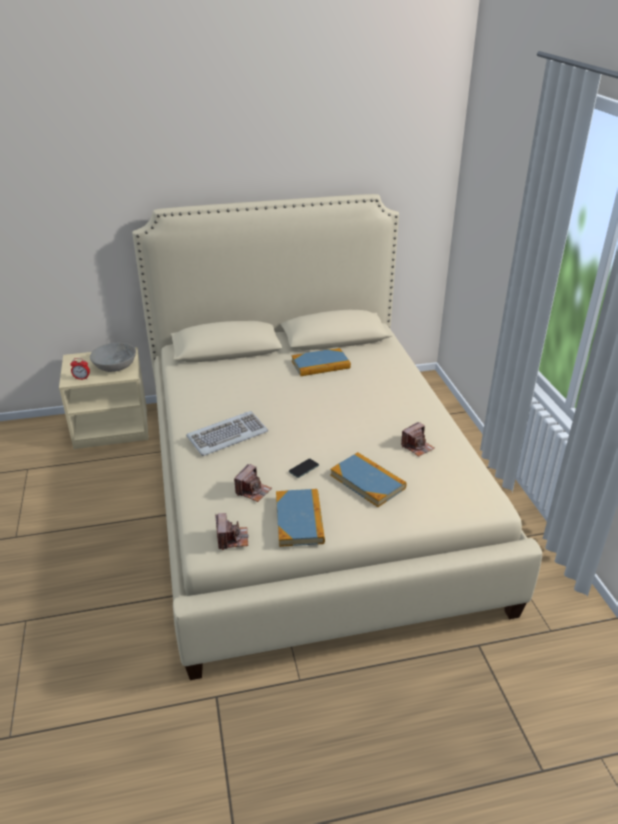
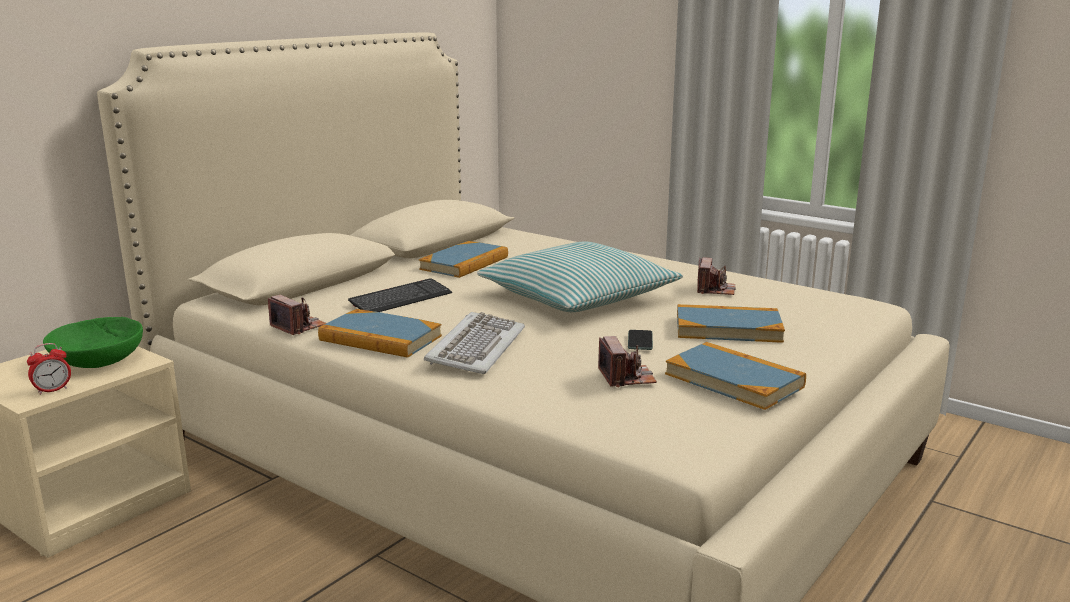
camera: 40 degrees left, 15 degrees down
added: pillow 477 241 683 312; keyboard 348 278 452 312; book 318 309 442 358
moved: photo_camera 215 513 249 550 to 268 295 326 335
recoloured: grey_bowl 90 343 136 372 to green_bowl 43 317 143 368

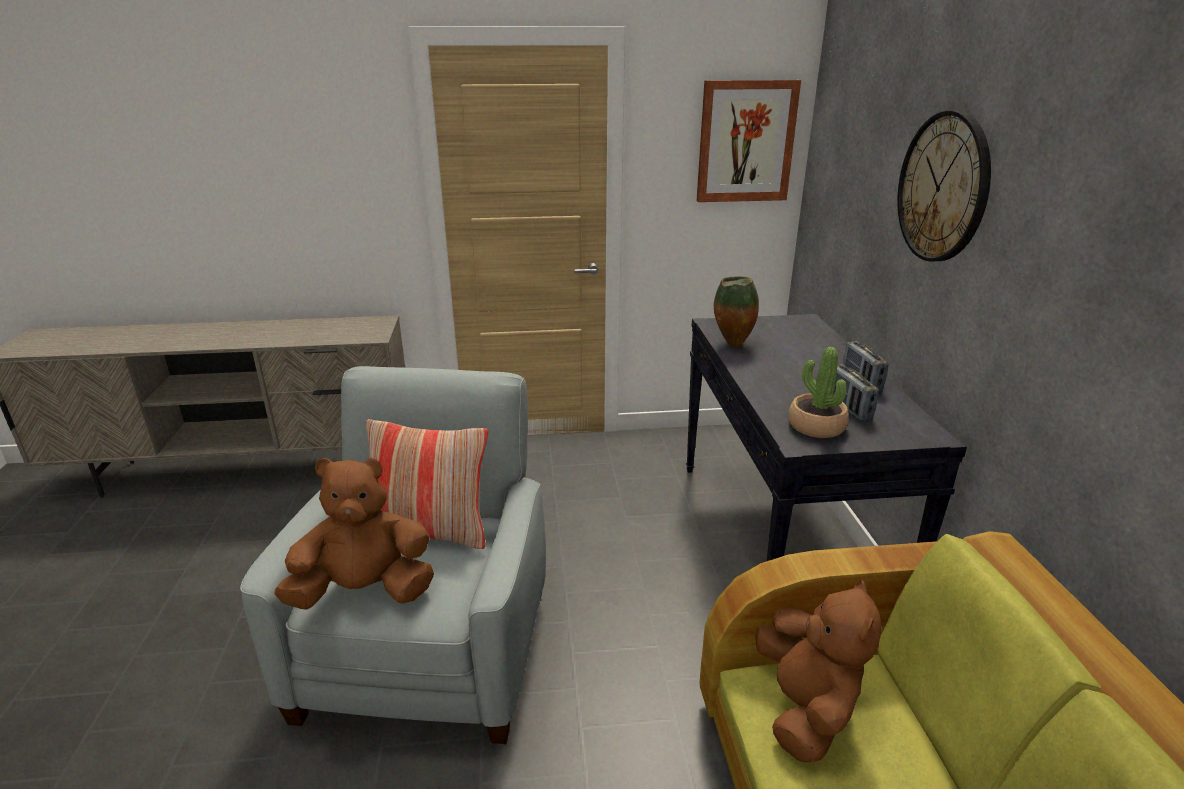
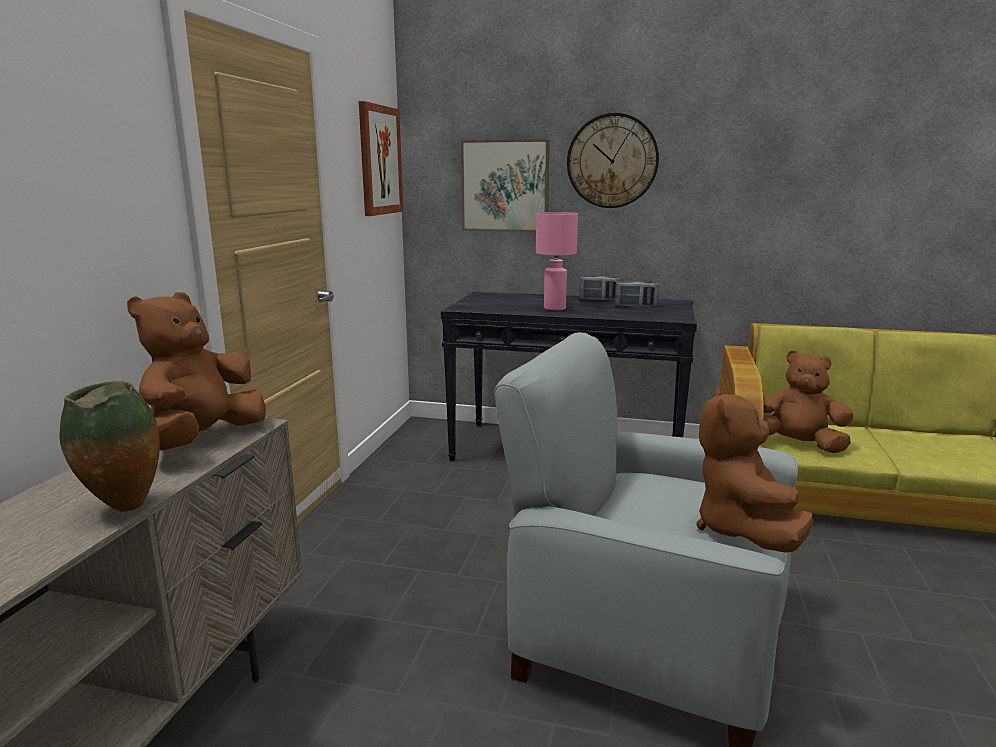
camera: 70 degrees left, 10 degrees down
removed: potted_plant 788 347 849 438; pillow 366 419 488 549
added: picture 461 139 550 232; pink_table_lamp 536 212 578 311; brown_plush_toy 127 292 266 451
moved: vase 714 276 759 347 to 59 381 160 512

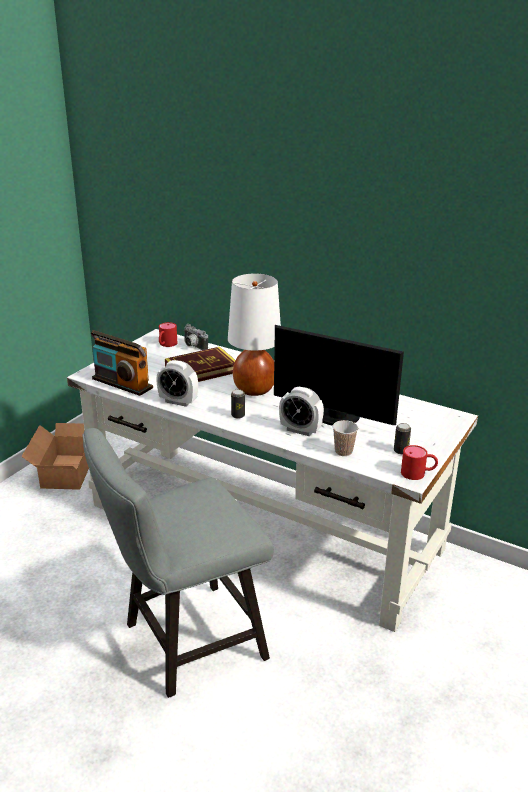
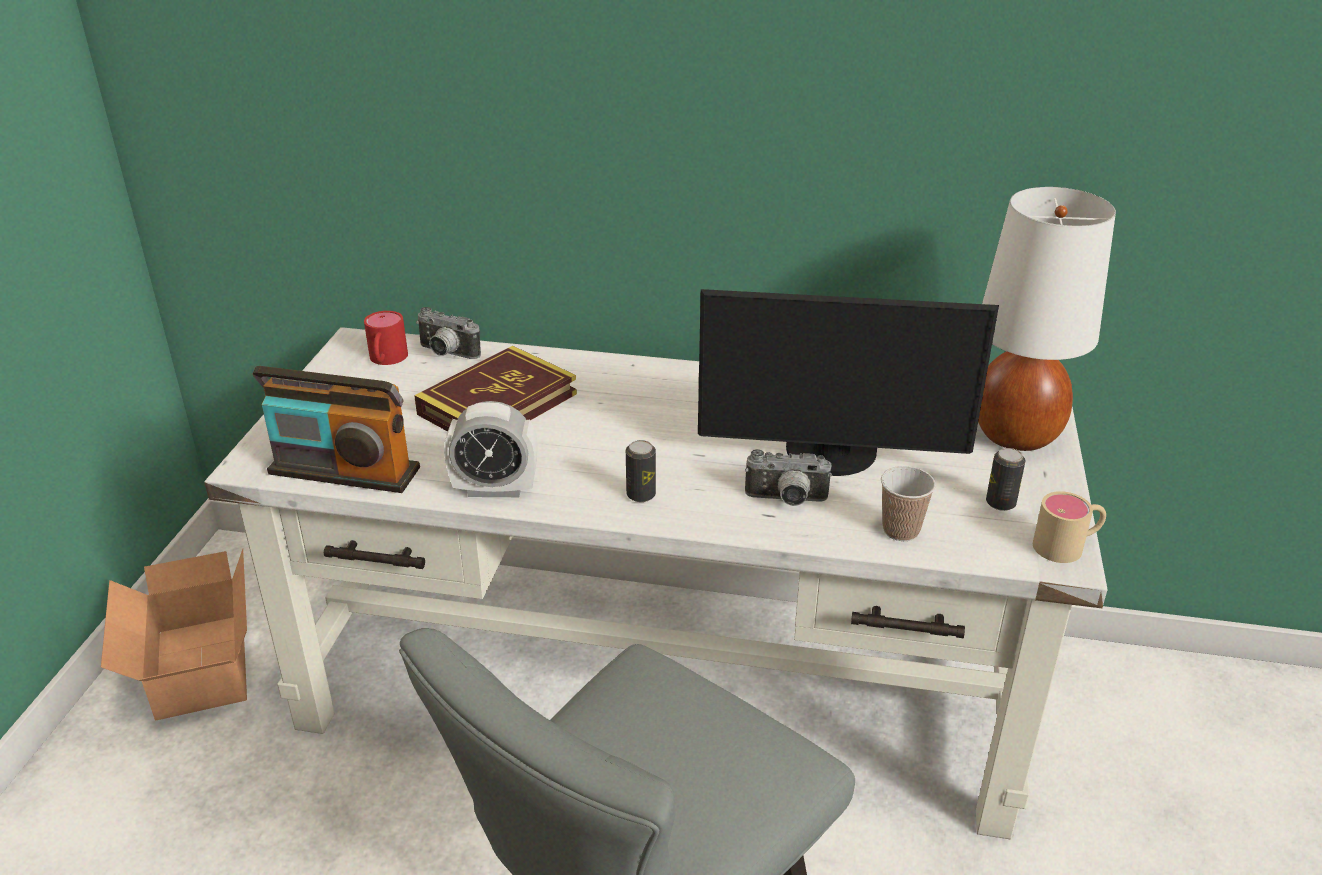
camera: 20 degrees left, 5 degrees up
moved: white_table_lamp 228 273 281 396 to 978 187 1116 451
replaced: alarm_clock 279 387 324 436 to photo_camera 745 449 832 506
recoloured: red_mug 401 445 438 480 to beige_mug 1033 491 1106 563

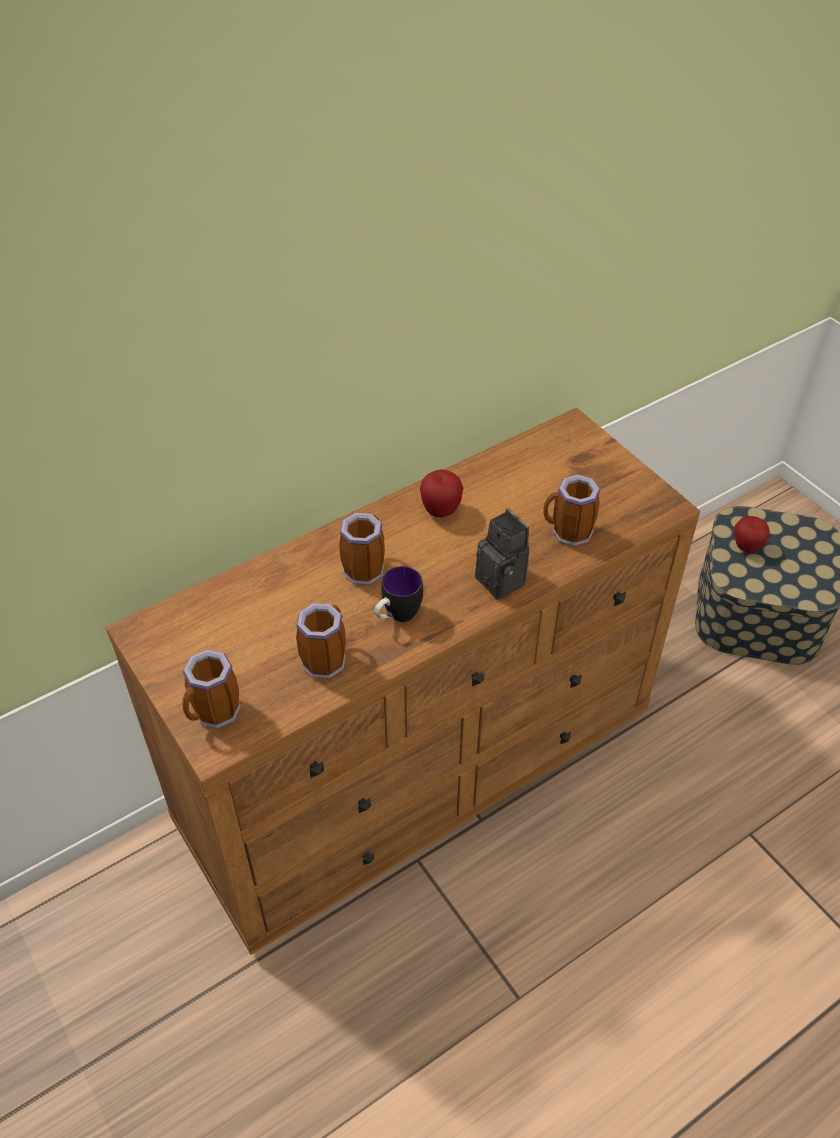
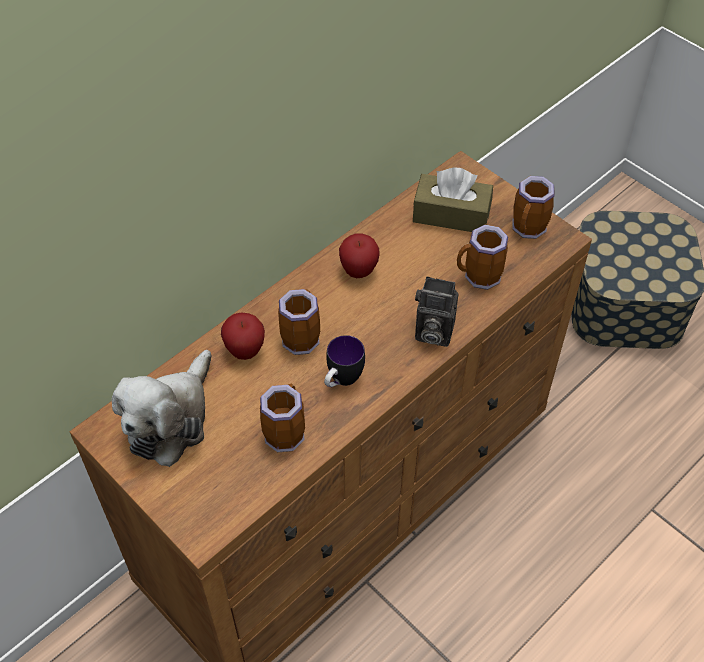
camera: 10 degrees left, 5 degrees up
added: brown_tissue_box 413 167 493 232; plush_toy 112 350 212 467
moved: apple 734 516 770 553 to 221 313 265 360; mug 182 649 241 729 to 513 176 555 239
turned: photo_camera 475 508 529 600 = 415 276 458 347 150 degrees clockwise

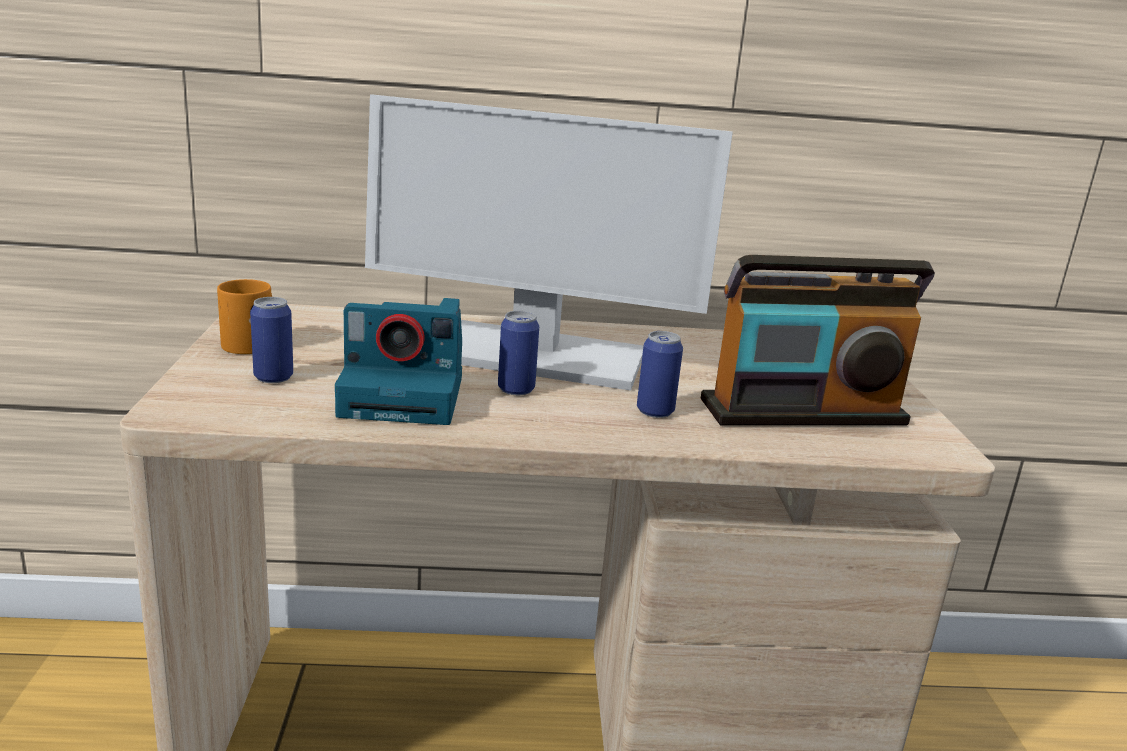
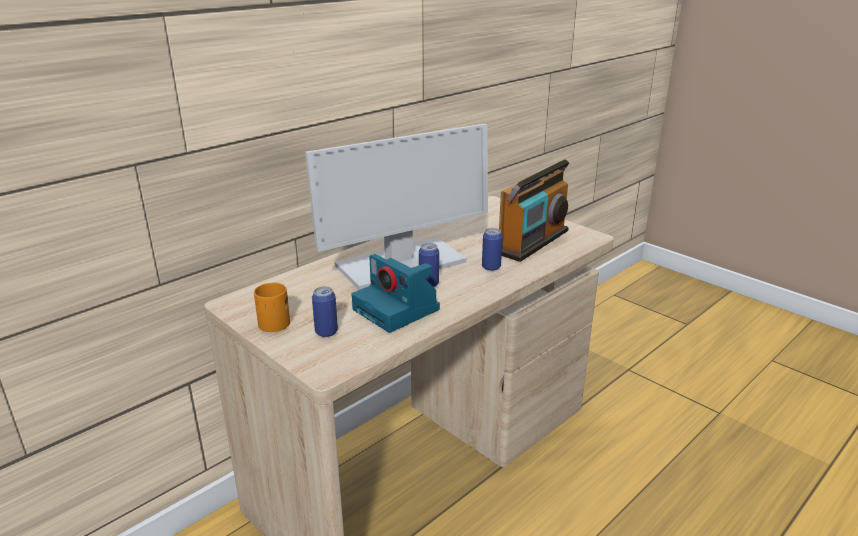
camera: 40 degrees left, 5 degrees up
turned: photo_camera 335 298 462 425 = 352 254 440 333 90 degrees clockwise

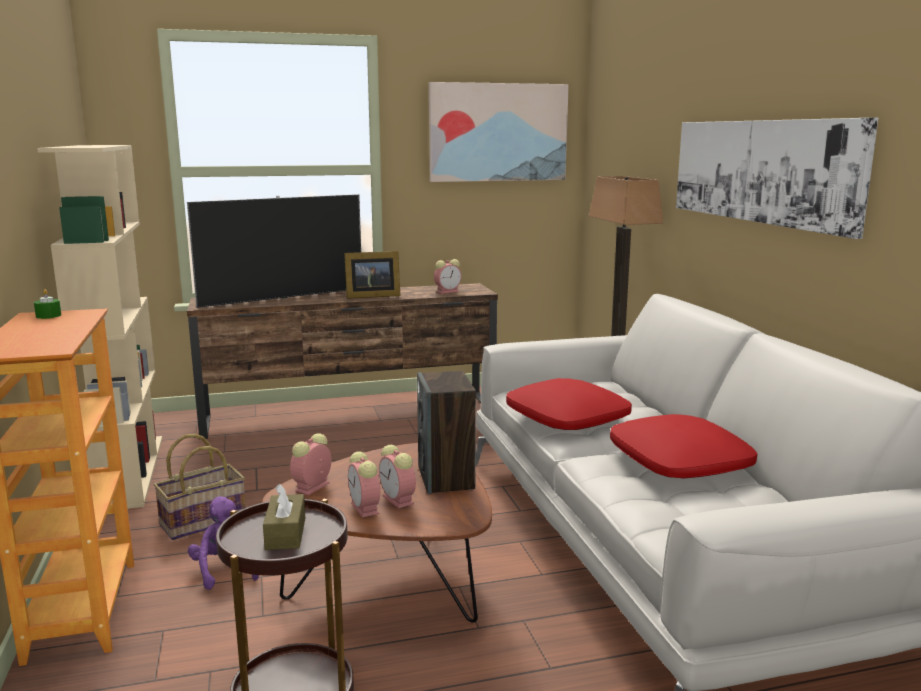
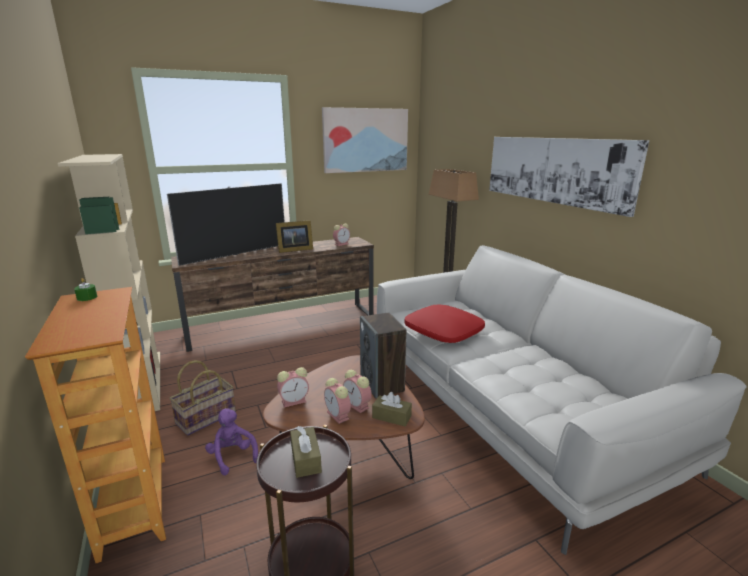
camera: 10 degrees left, 5 degrees up
removed: red_pillow 610 414 757 478
added: brown_tissue_box 372 392 412 426
turned: alarm_clock 290 433 332 495 = 277 367 309 408 135 degrees counterclockwise

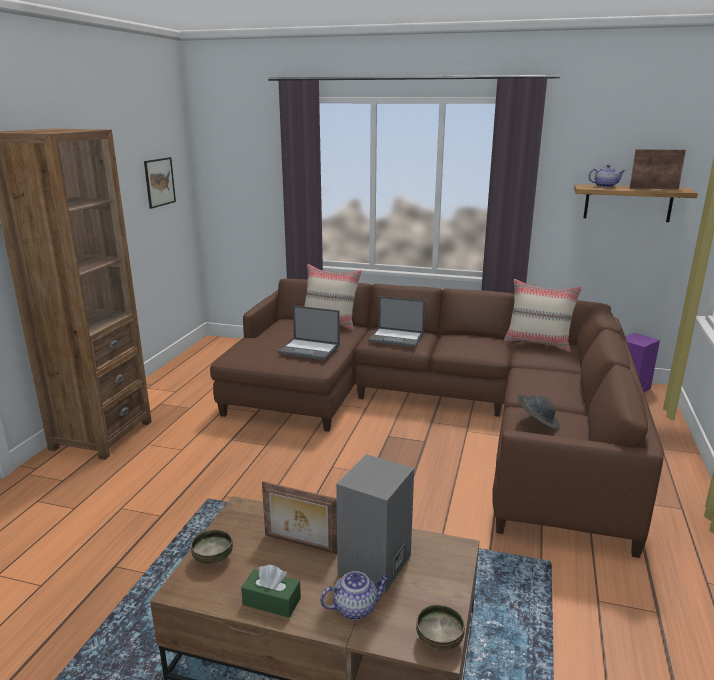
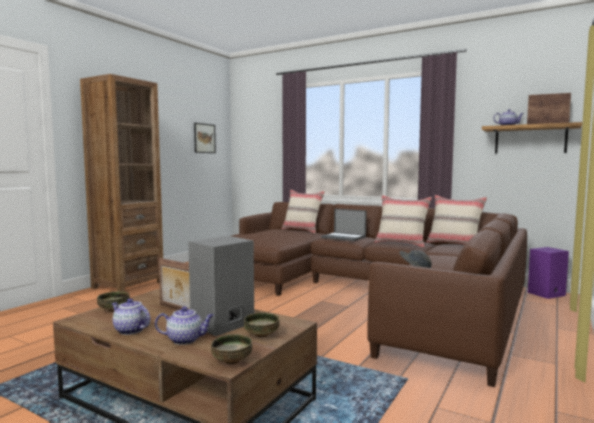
camera: 15 degrees right, 15 degrees down
removed: laptop 278 305 340 360
added: beige_pillow 375 195 432 248; bowl 244 313 280 338
replaced: green_tissue_box 241 565 301 618 to teapot 112 298 151 335

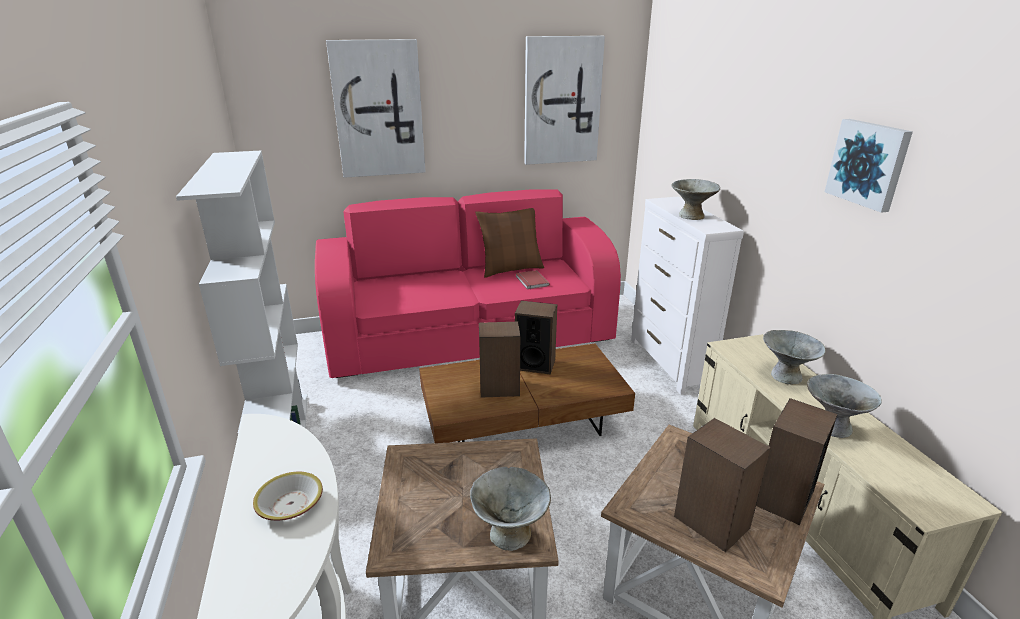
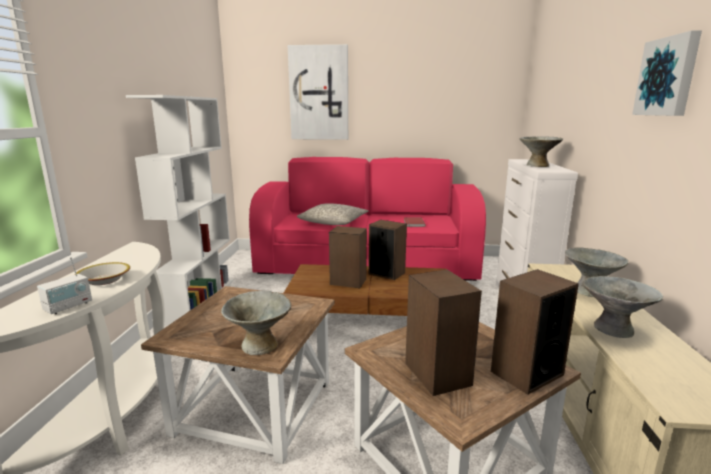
camera: 20 degrees right, 10 degrees down
removed: picture 524 36 605 165; brown_pillow 475 208 544 278
added: grey_pillow 297 203 368 225; radio 37 257 92 314

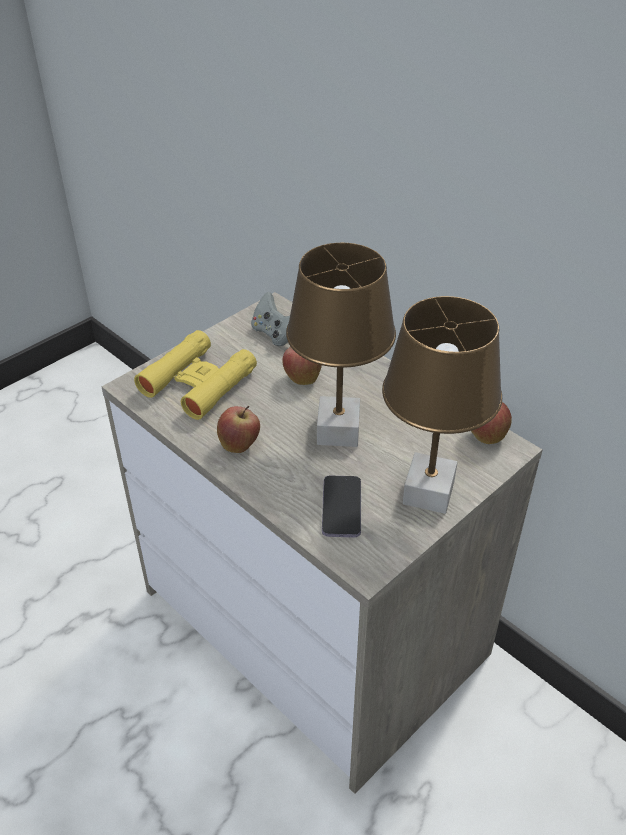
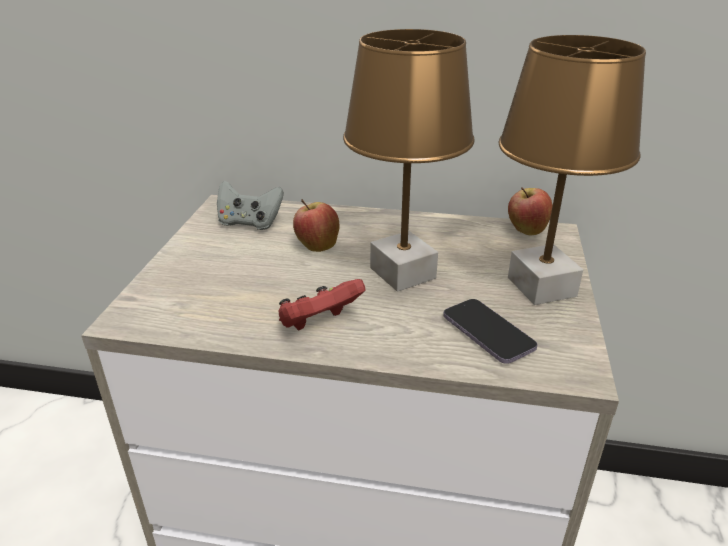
camera: 35 degrees left, 10 degrees down
removed: yellow_binoculars 134 330 257 420
replaced: apple 217 406 260 453 to red_game_controller 279 279 366 330

